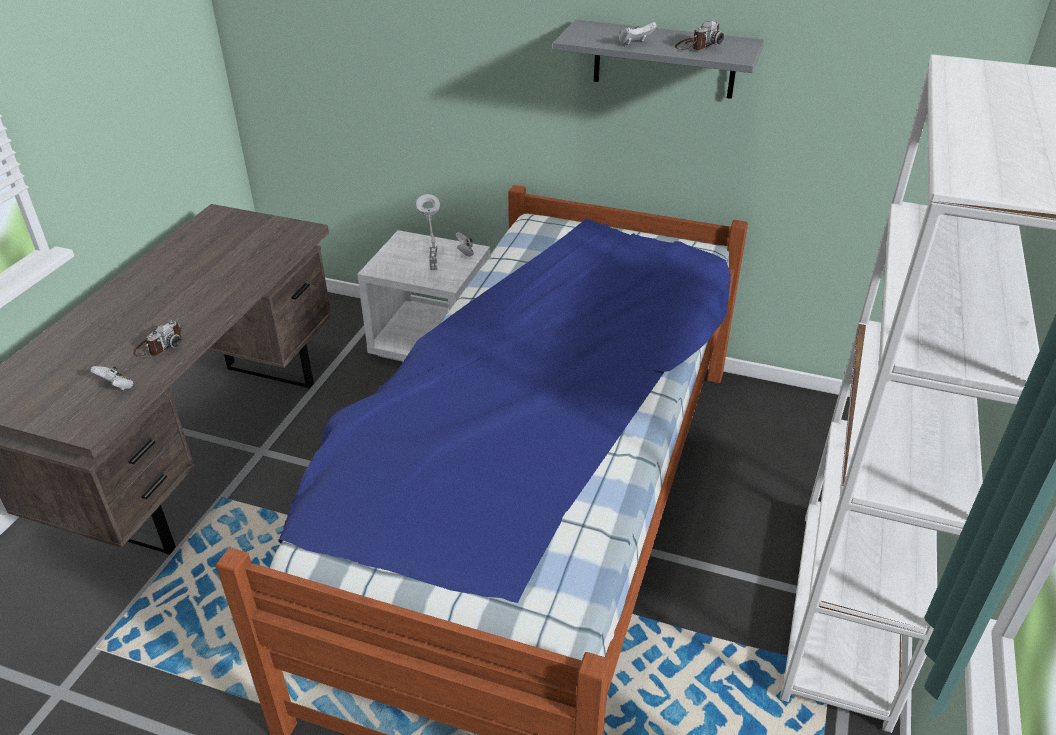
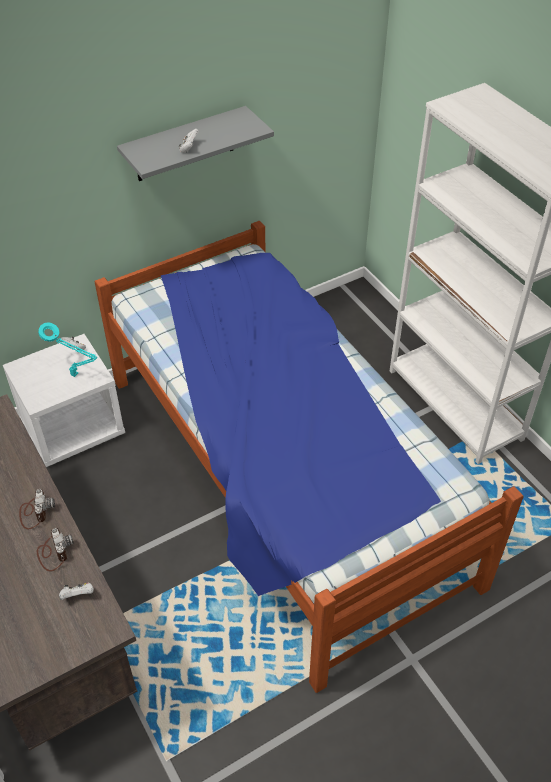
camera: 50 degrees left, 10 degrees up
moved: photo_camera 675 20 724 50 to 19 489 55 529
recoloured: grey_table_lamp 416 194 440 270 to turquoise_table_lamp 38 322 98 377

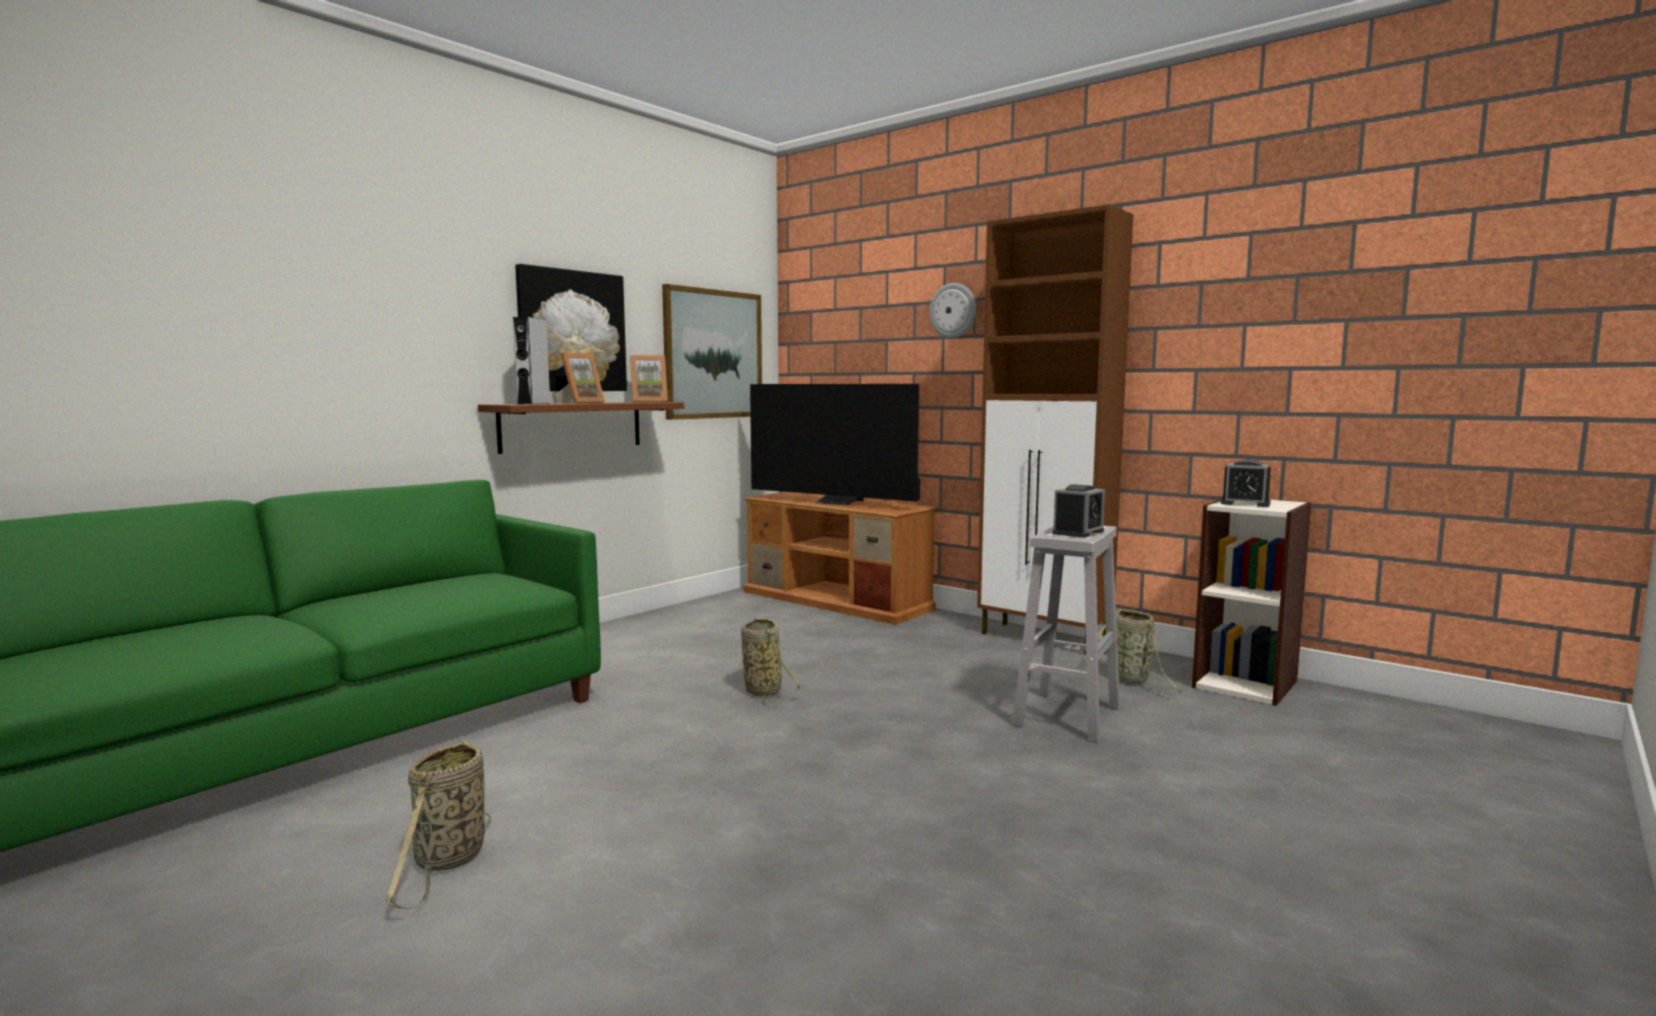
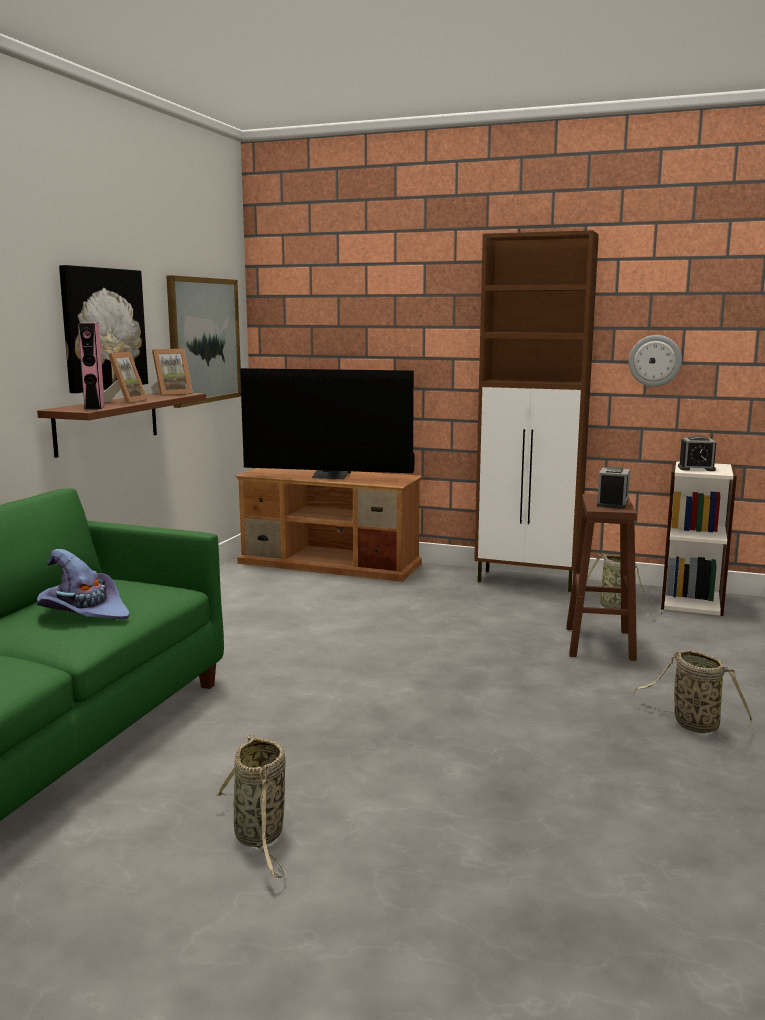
camera: 20 degrees left, 5 degrees up
added: purple_hat 37 549 130 620
moved: wall_clock 929 283 976 338 to 628 335 682 387; basket 739 618 802 703 to 633 650 752 740
recoloured: grey_speaker 513 317 551 404 to pink_speaker 78 323 105 410; white_stool 1012 526 1120 743 to brown_stool 566 494 637 661

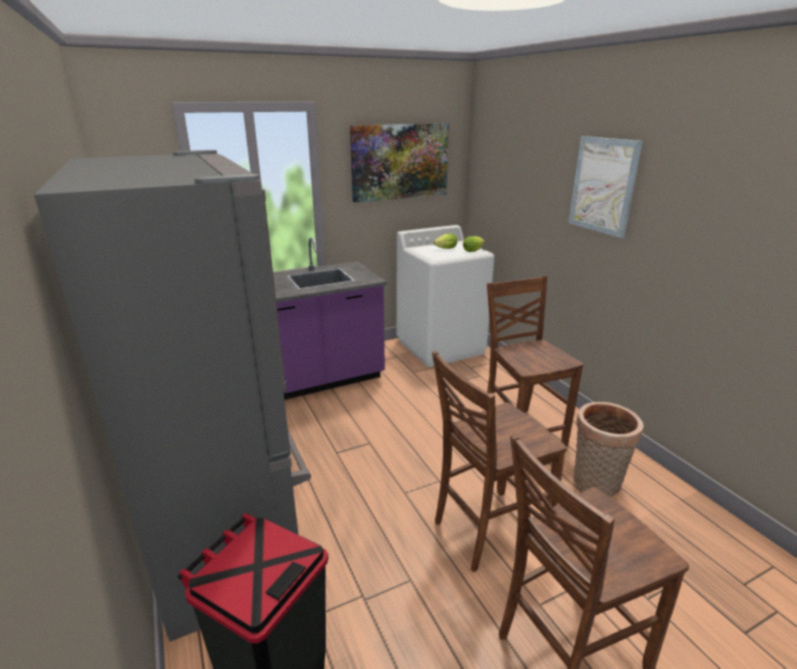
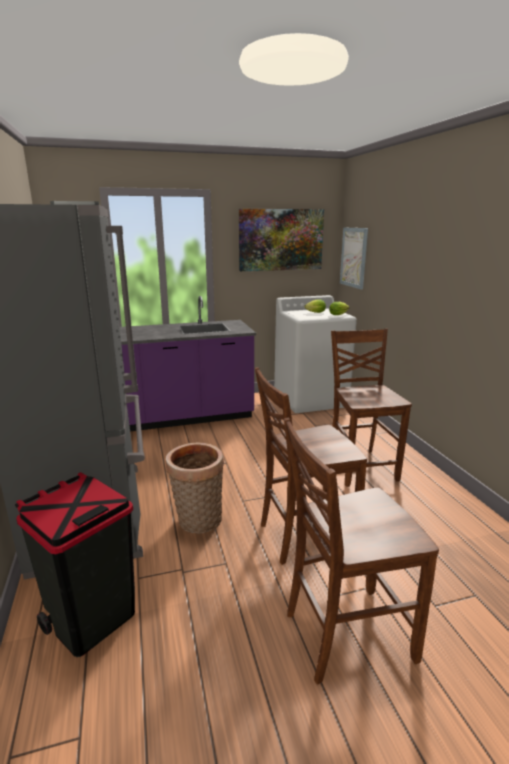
camera: 10 degrees right, 5 degrees down
moved: picture 569 136 643 238 to 340 228 368 290; basket 573 402 644 497 to 166 442 224 534

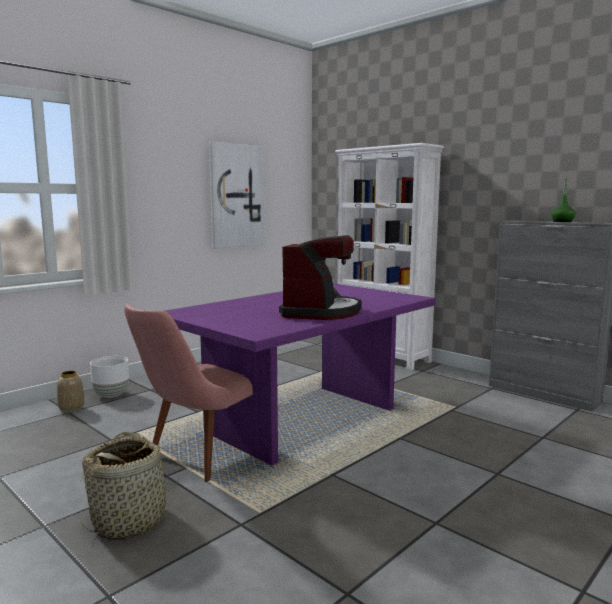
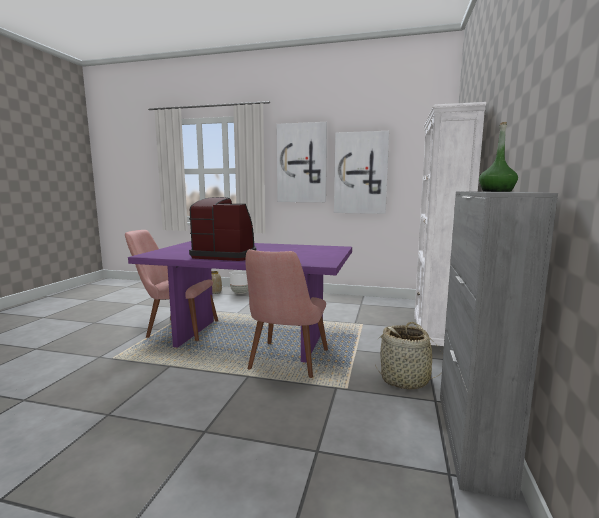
camera: 60 degrees right, 0 degrees up
added: picture 277 122 327 202; pink_chair 245 249 328 378
moved: basket 81 432 179 540 to 375 322 442 390
turned: coffee_machine 279 235 362 320 = 189 197 256 261 150 degrees counterclockwise

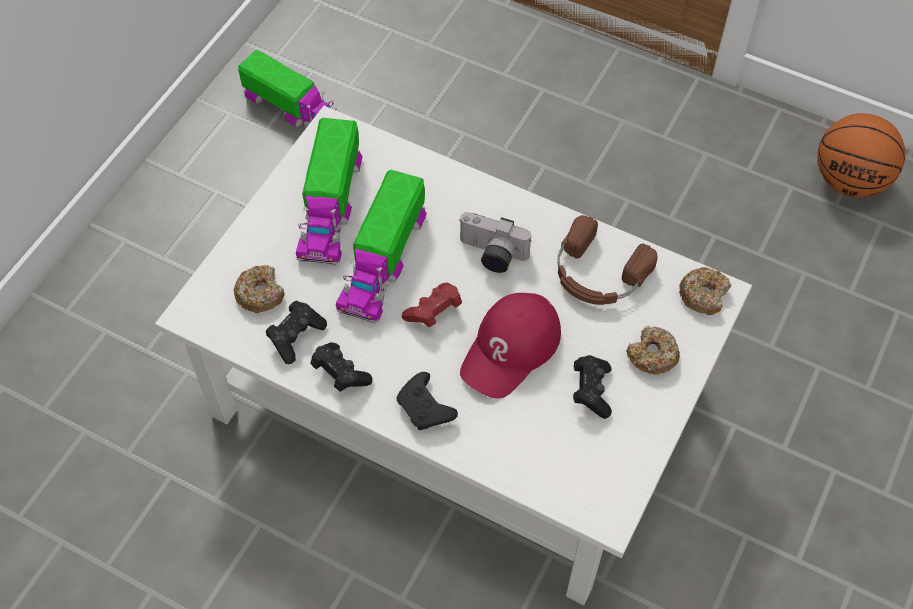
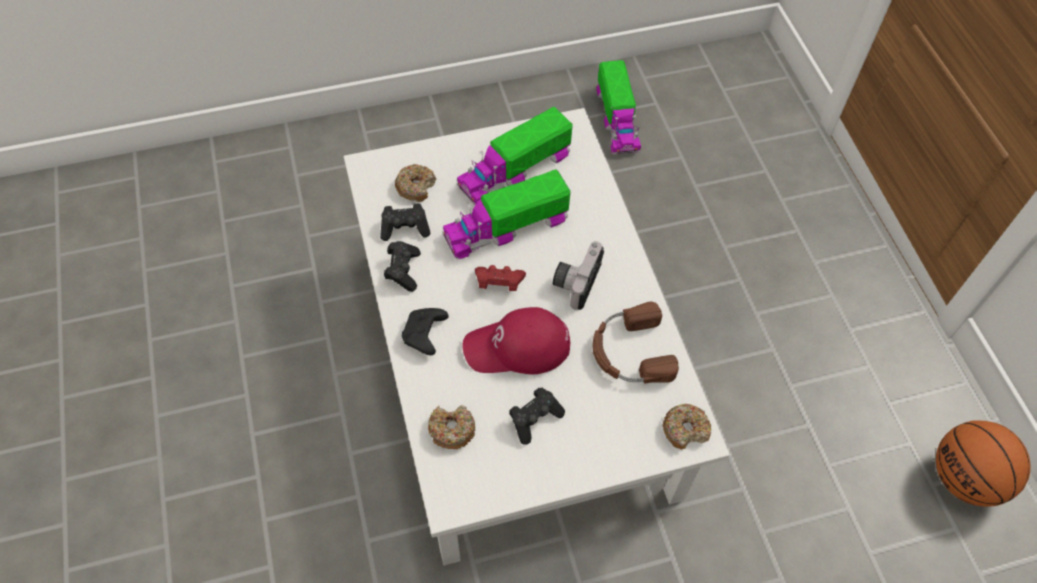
camera: 45 degrees right, 0 degrees up
moved: donut 626 326 680 375 to 428 405 475 450
turned: photo_camera 459 212 531 273 = 553 241 604 310 45 degrees clockwise

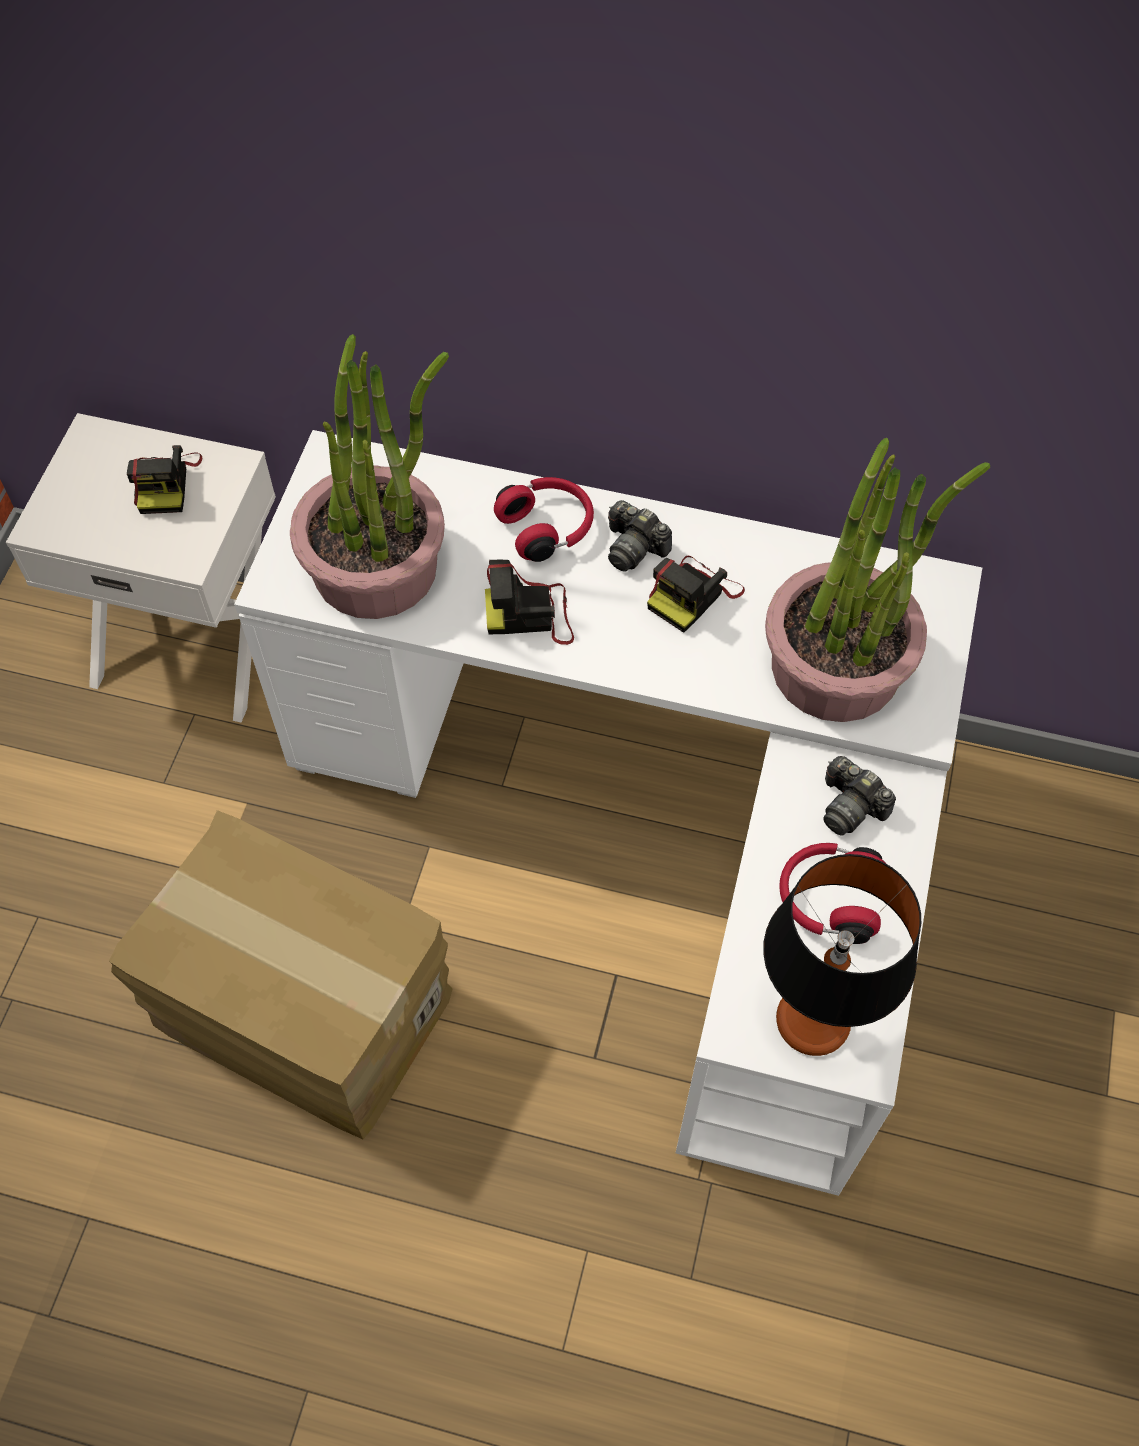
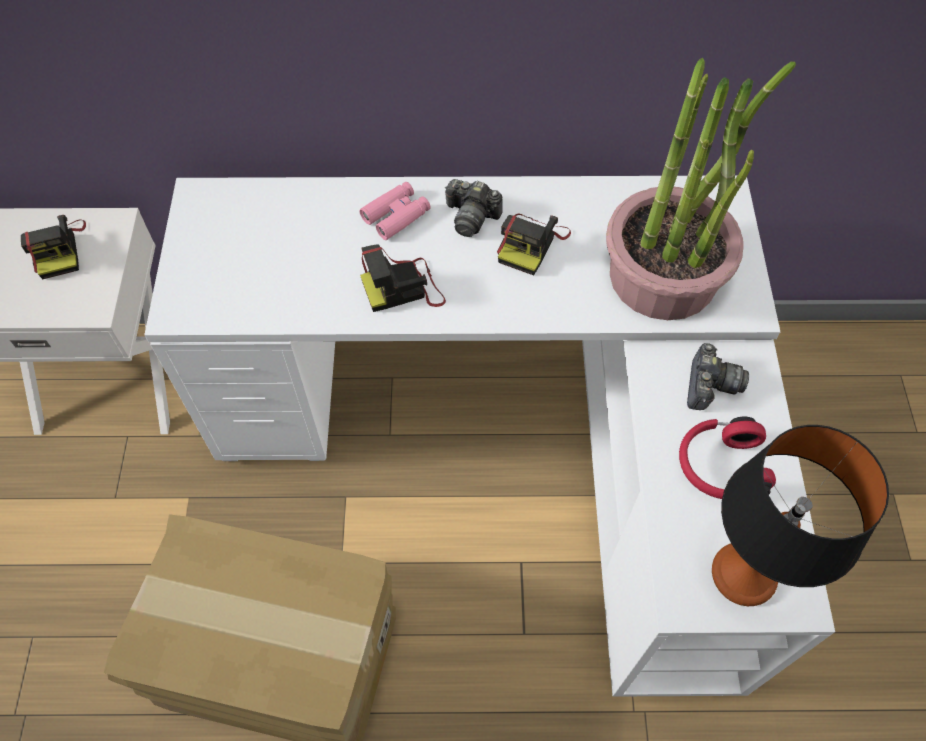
camera: 15 degrees left, 0 degrees up
removed: potted_plant 290 334 449 619
replaced: red_headphones 494 477 594 562 to pink_binoculars 359 182 431 240
turned: photo_camera 823 756 896 836 = 687 343 749 410 105 degrees counterclockwise

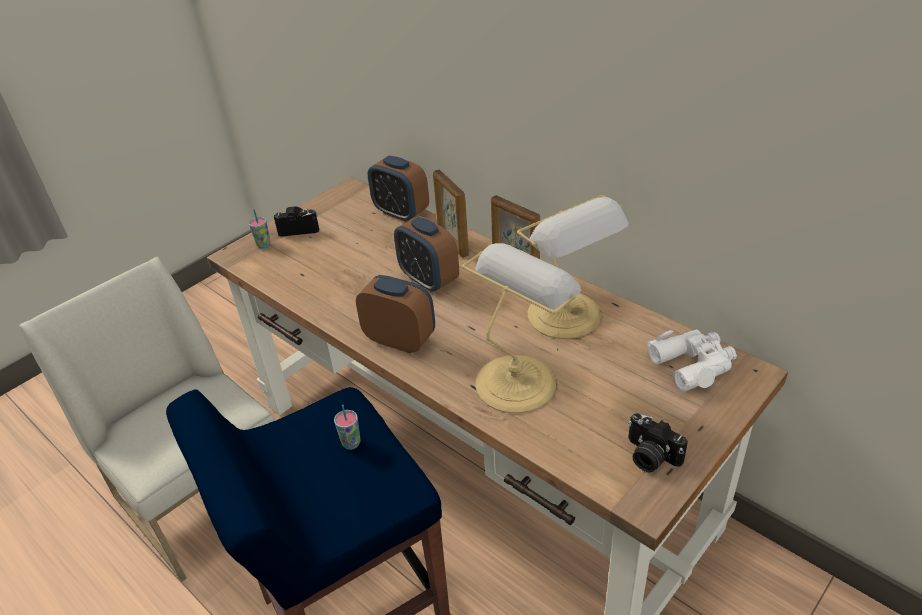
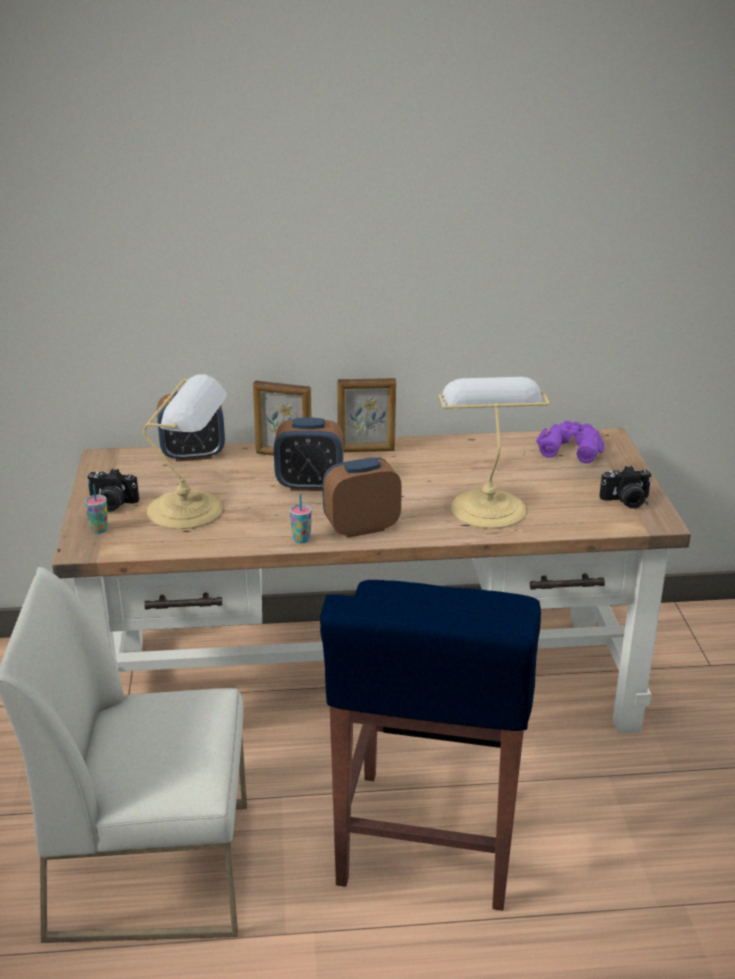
camera: 50 degrees left, 10 degrees down
moved: table_lamp 517 195 628 339 to 143 374 227 529; cup 334 405 361 450 to 290 494 312 543
recoloured: white_binoculars 647 330 737 392 to purple_binoculars 536 421 605 463
turned: photo_camera 274 206 319 237 = 87 469 139 512 120 degrees counterclockwise

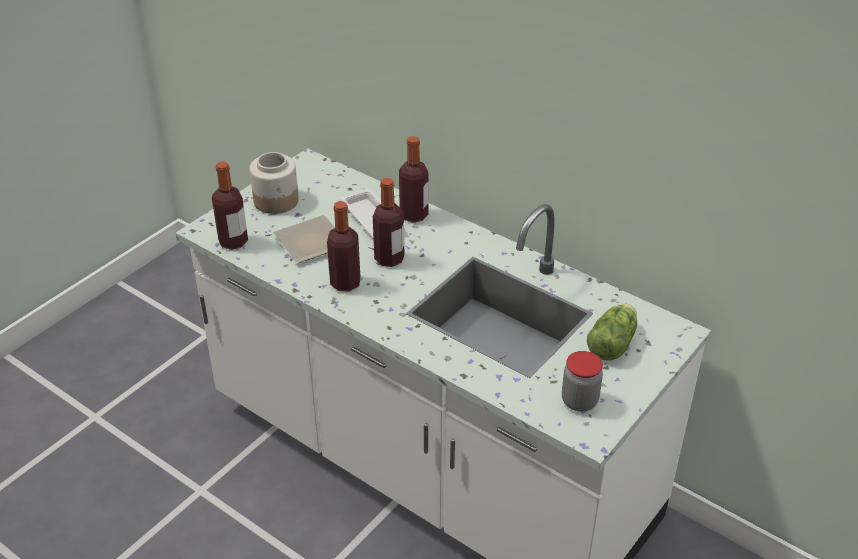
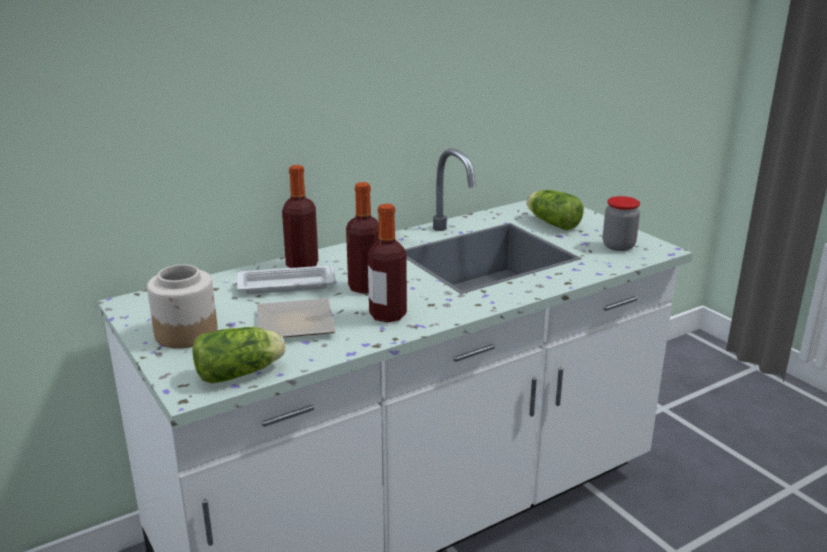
camera: 70 degrees left, 15 degrees down
replaced: bottle 212 161 248 250 to lettuce 192 327 286 383

